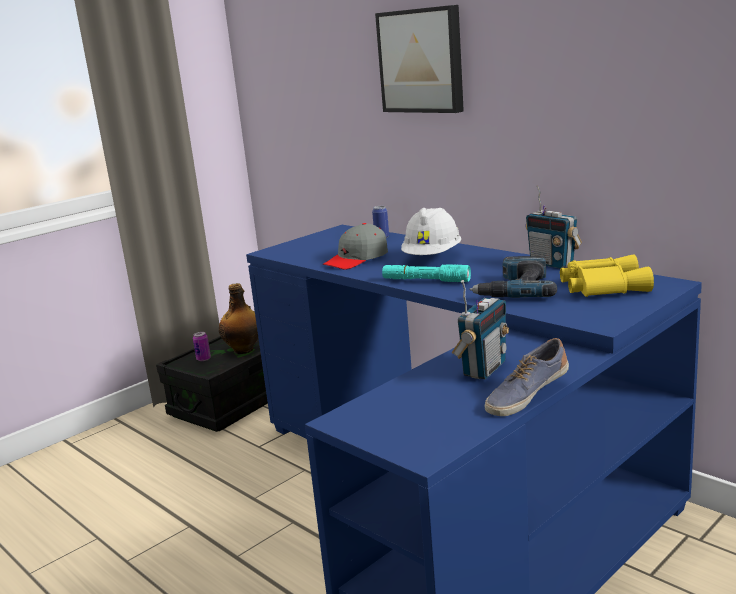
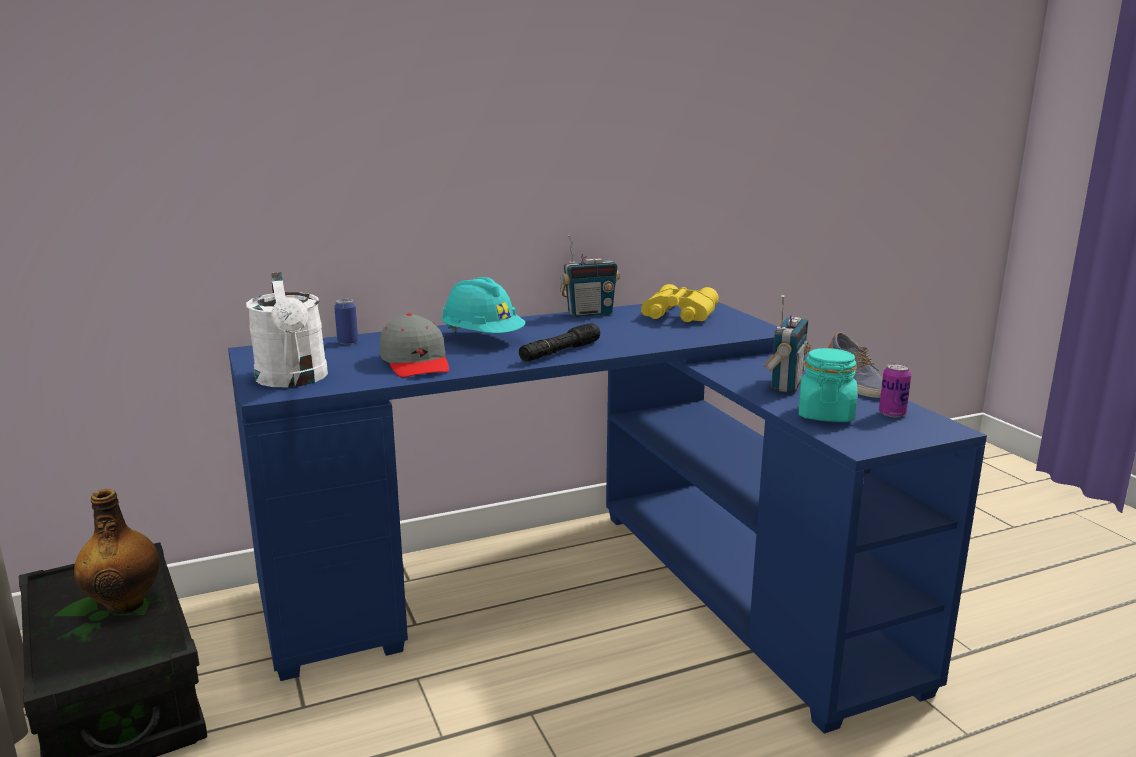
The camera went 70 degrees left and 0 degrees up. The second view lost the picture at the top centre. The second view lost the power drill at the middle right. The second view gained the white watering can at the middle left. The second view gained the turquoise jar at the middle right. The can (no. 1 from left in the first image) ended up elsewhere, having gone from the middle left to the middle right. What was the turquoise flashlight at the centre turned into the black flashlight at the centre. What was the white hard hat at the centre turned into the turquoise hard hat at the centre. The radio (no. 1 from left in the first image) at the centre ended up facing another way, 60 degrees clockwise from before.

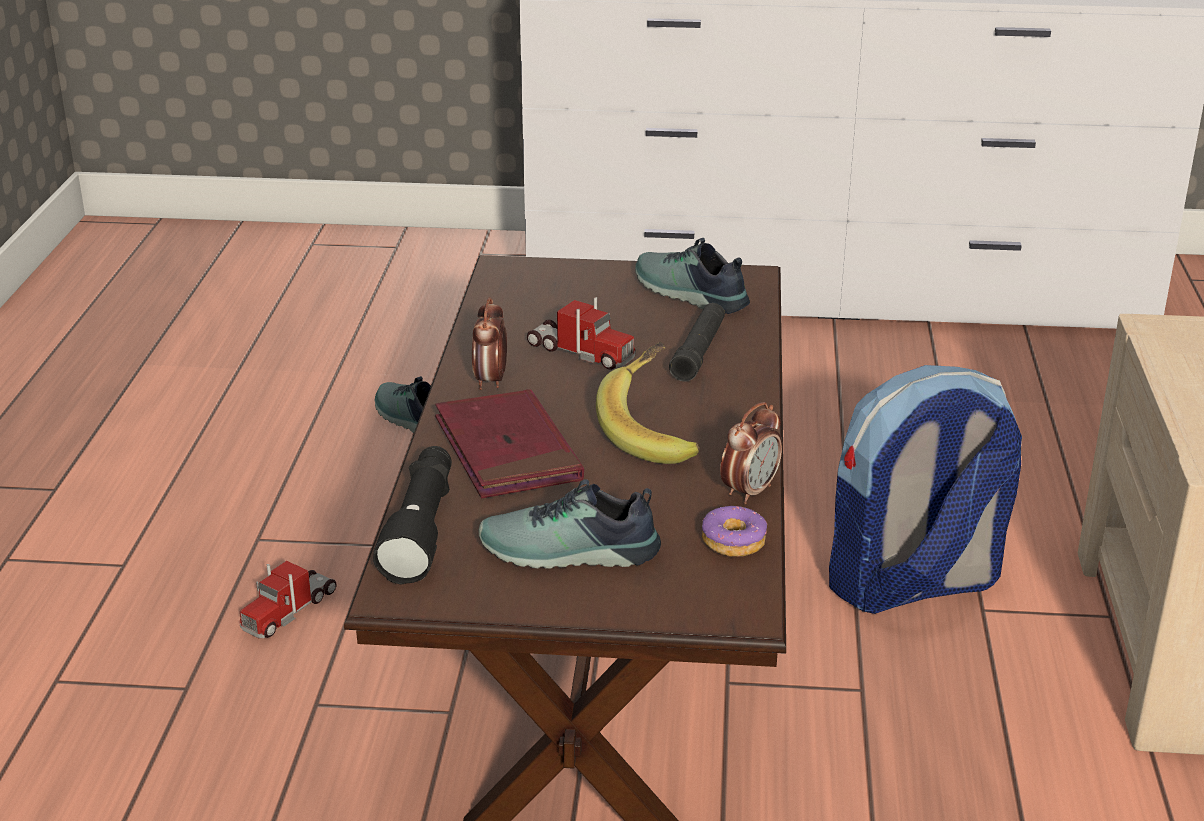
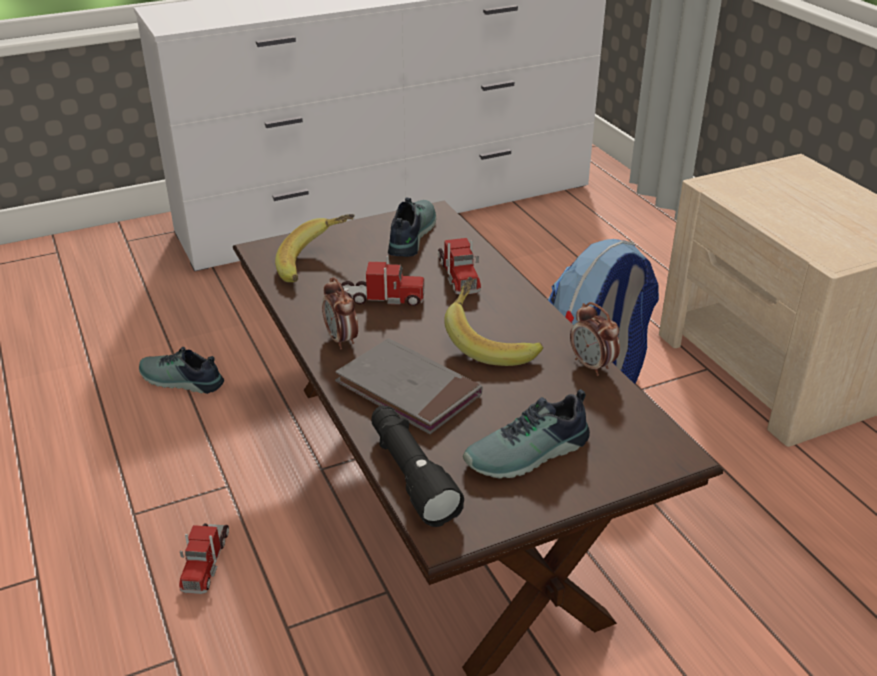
The camera went 30 degrees left and 5 degrees up. The second view lost the donut at the centre. The second view gained the banana (no. 1 from left) at the centre. Where the black flashlight (no. 2 from left) stood at the centre, the toy truck (no. 3 from left) came to stand at the centre. What was the red book at the centre turned into the grey book at the centre. The shoe (no. 3 from left in the first image) at the centre ended up facing another way, 90 degrees clockwise from before. The alarm clock (no. 2 from left) at the centre ended up facing another way, 135 degrees clockwise from before.

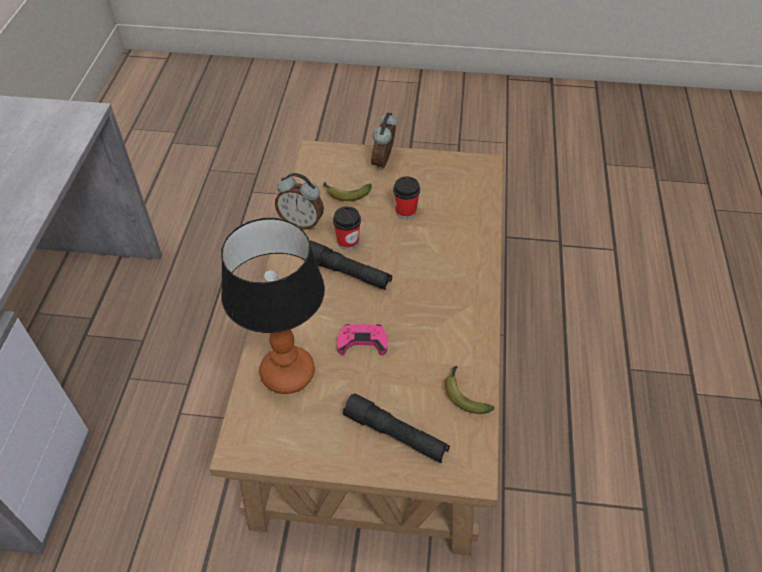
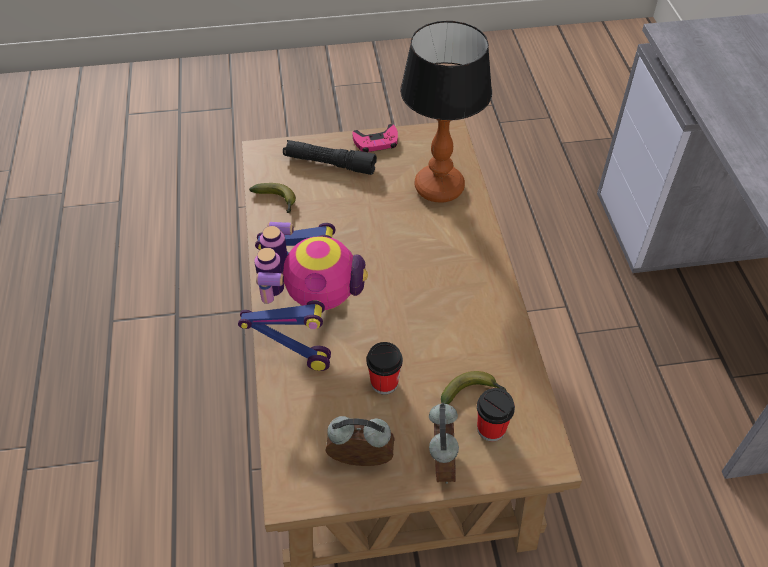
The camera went 165 degrees right and 0 degrees up. The second view lost the black flashlight (no. 1 from left) at the centre. The second view gained the toy robot at the centre. The alarm clock (no. 1 from left) ended up elsewhere, having gone from the centre to the bottom centre. The cup (no. 1 from left in the first image) ended up elsewhere, having gone from the centre to the bottom centre. The pink game controller ended up elsewhere, having gone from the centre to the top centre.

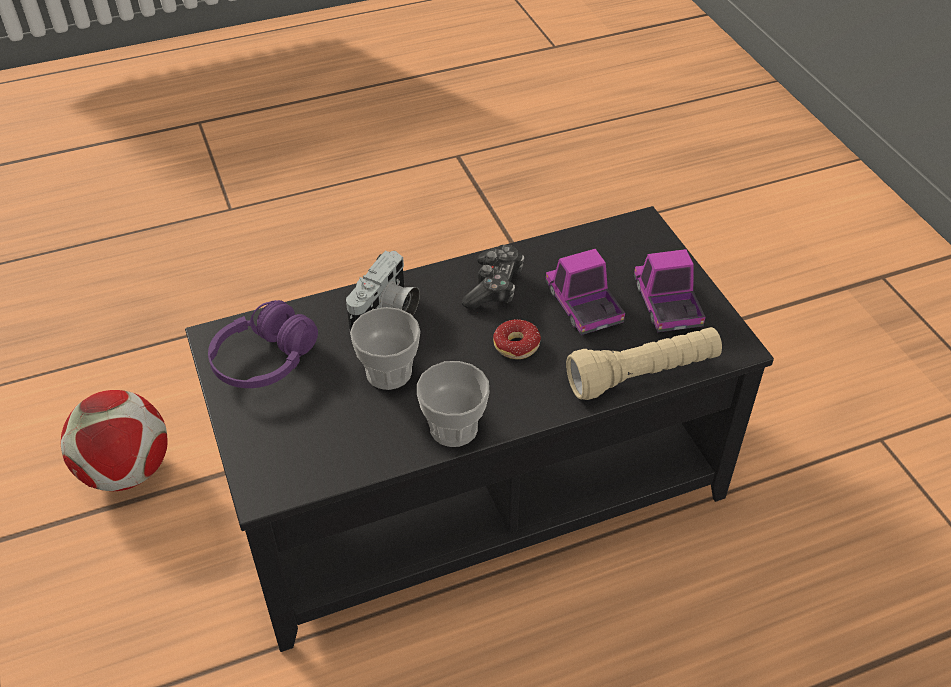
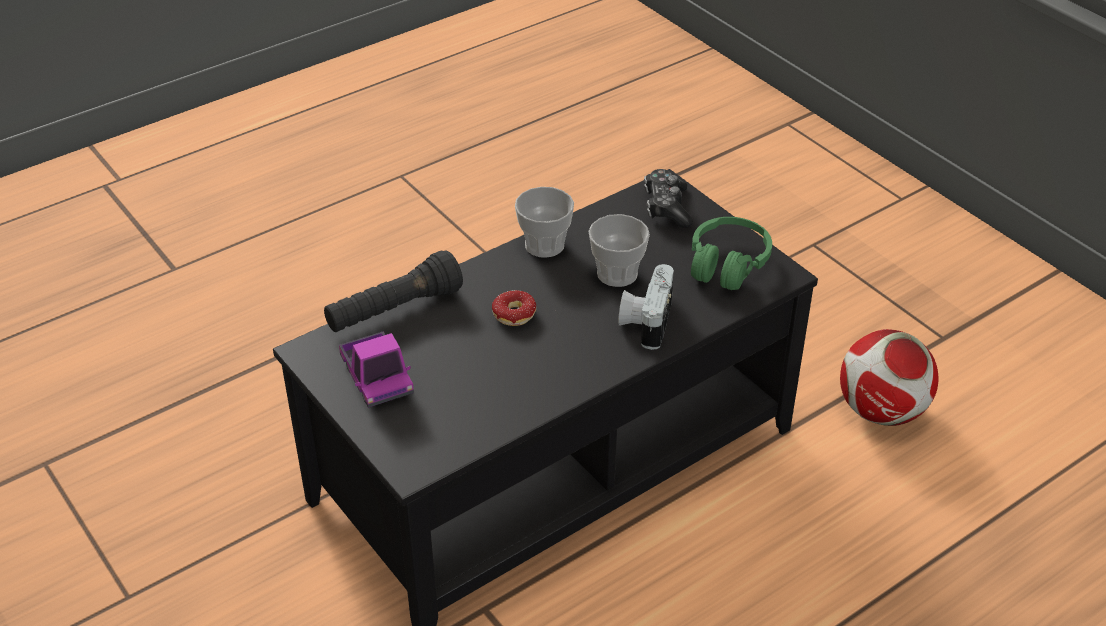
The camera went 165 degrees right and 5 degrees down. The second view lost the toy truck (no. 1 from left) at the centre. The game controller ended up elsewhere, having gone from the centre to the top centre. What was the purple headphones at the middle left turned into the green headphones at the centre. What was the beige flashlight at the middle right turned into the black flashlight at the centre.

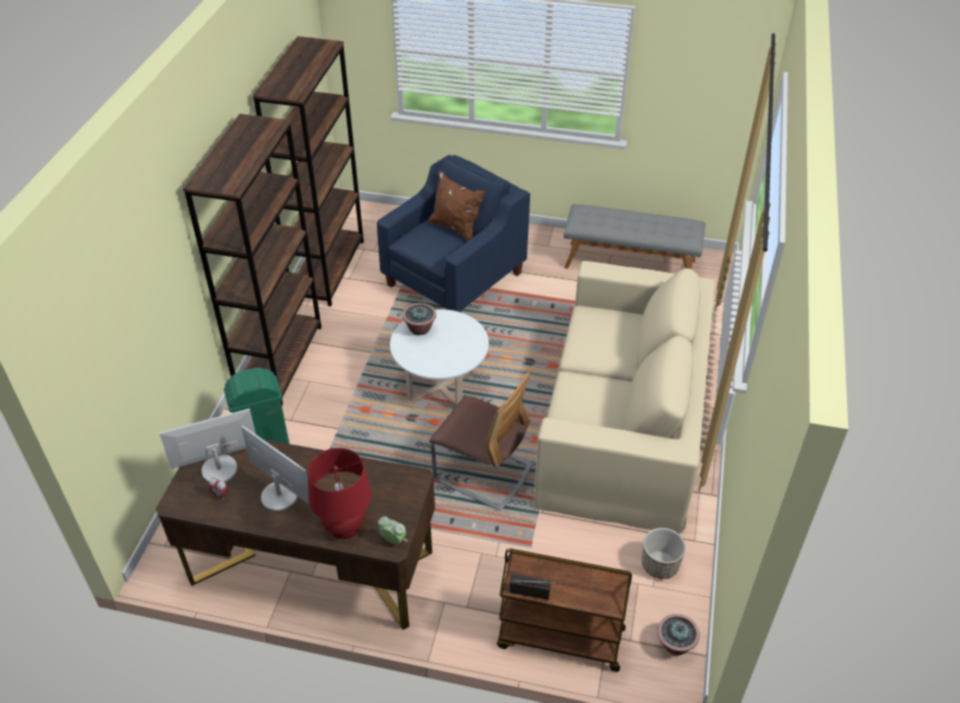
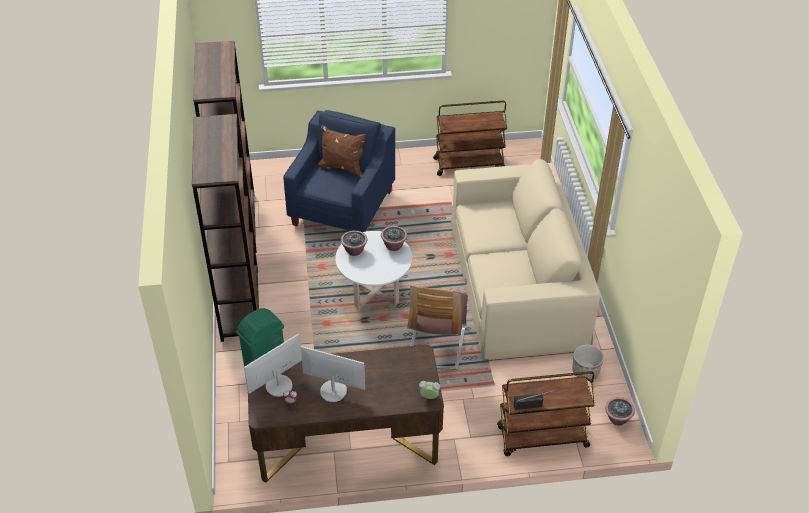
The camera went 20 degrees left and 0 degrees up. The second view lost the red table lamp at the bottom centre. The second view gained the potted plant (no. 2 from left) at the centre. Where the grey bench stood at the centre, the brown cart (no. 1 from left) came to stand at the top centre. The chair at the centre ended up facing another way, 90 degrees clockwise from before.

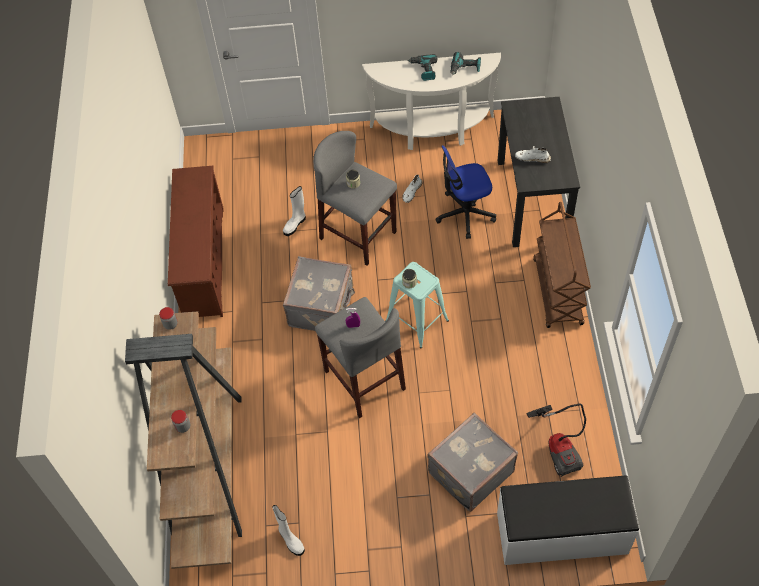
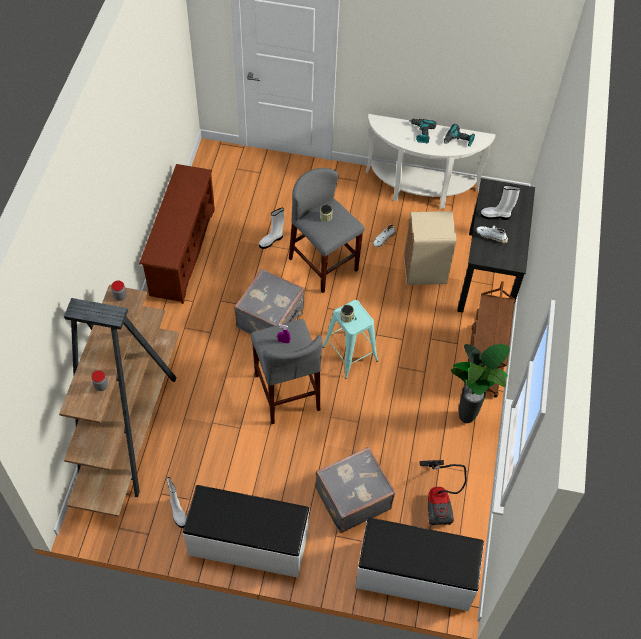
The camera went 10 degrees right and 0 degrees up. The second view gained the white bench (no. 1 from left) at the bottom centre. The second view gained the potted plant at the middle right. The second view gained the white boot (no. 3 from left) at the top right. Where the office chair stood at the top centre, the beige trash can came to stand at the middle right.

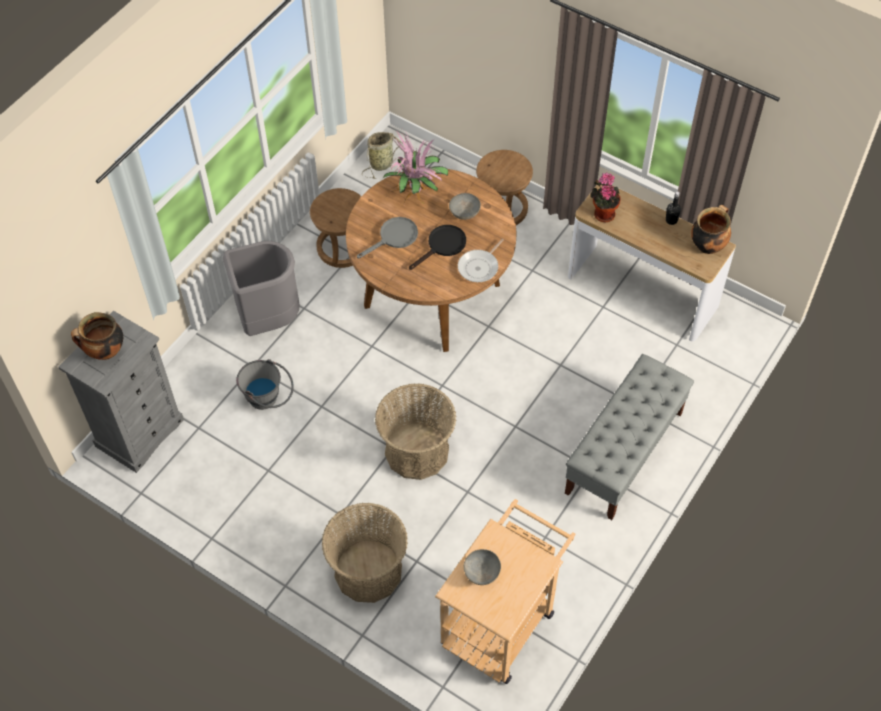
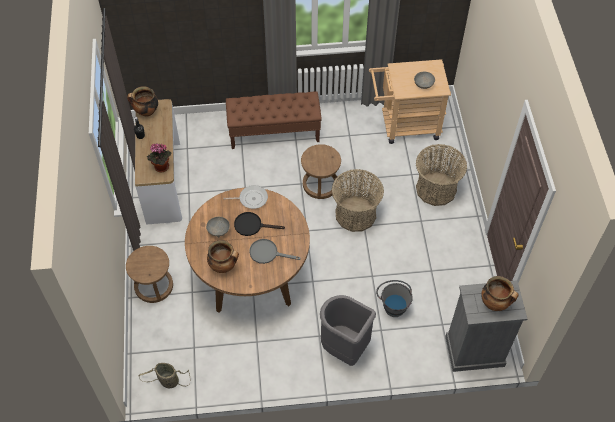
The camera went 130 degrees left and 0 degrees up. The brown stool (no. 1 from left in the first image) ended up elsewhere, having gone from the top centre to the centre. Where the potted plant (no. 1 from left) stood at the top centre, the cooking pot (no. 2 from left) came to stand at the centre. What was the grey bench at the middle right turned into the brown bench at the top centre.

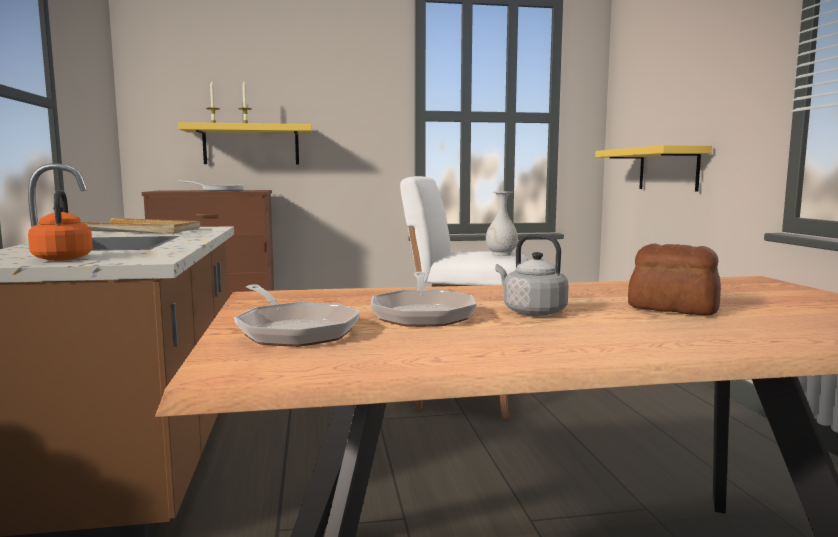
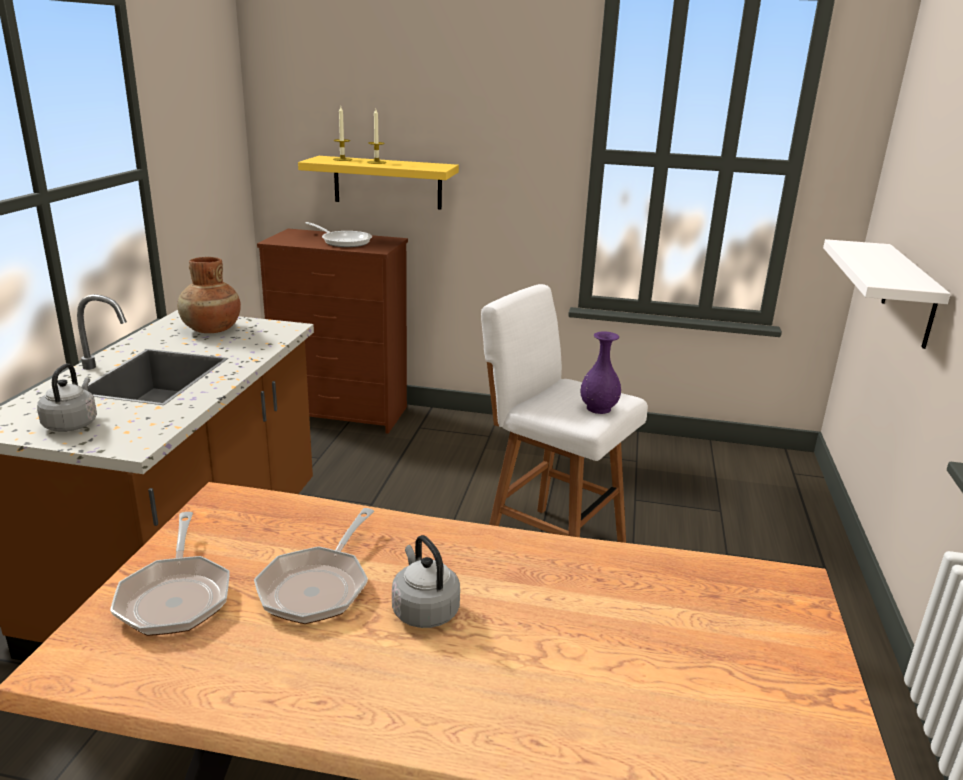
The camera went 20 degrees right and 15 degrees up. The second view lost the bread at the middle right. Where the beige tray stood at the middle left, the brown vase came to stand at the middle left. What was the orange kettle at the middle left turned into the grey kettle (no. 1 from left) at the middle left. What was the white vase at the centre turned into the purple vase at the centre. What was the yellow shelf (no. 2 from left) at the top right turned into the white shelf at the middle right.

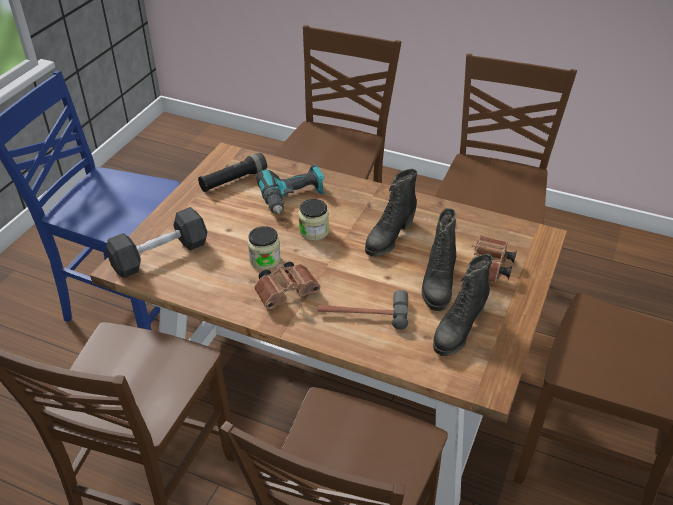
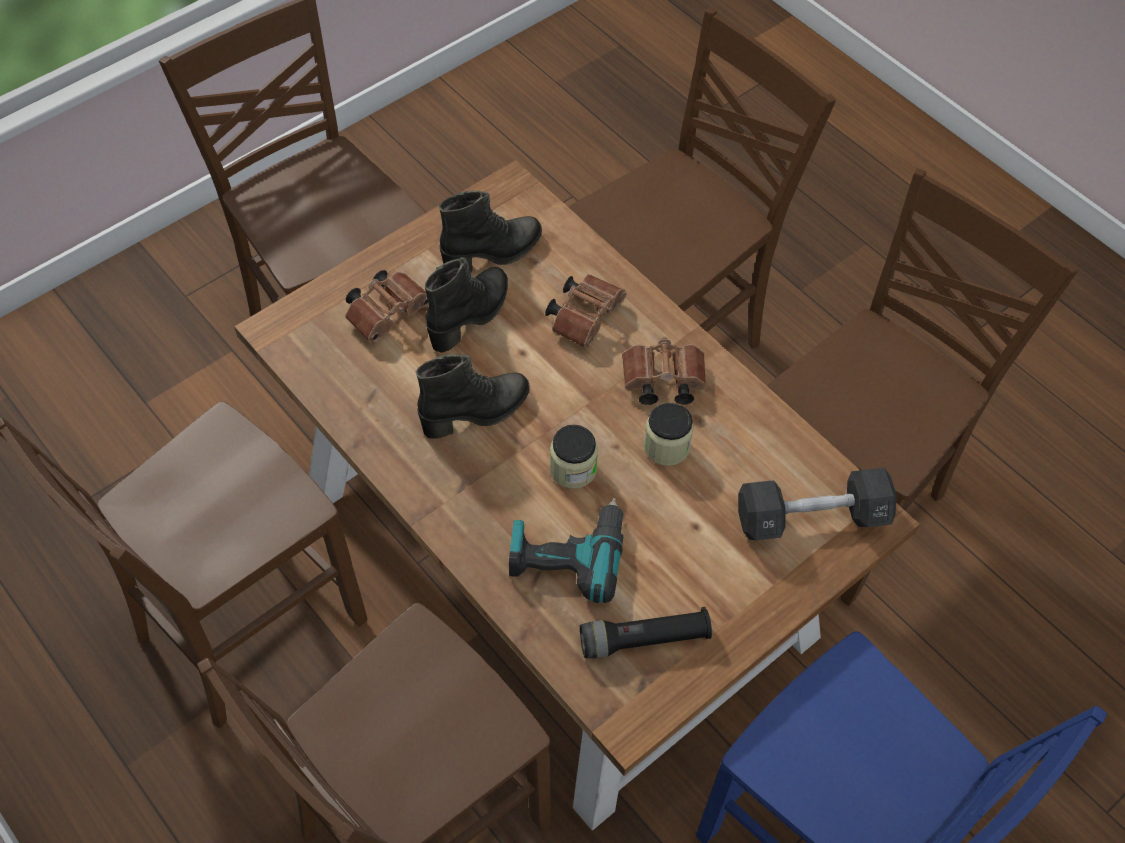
The camera went 155 degrees left and 15 degrees up. Where the hammer stood at the centre, the brown binoculars (no. 2 from left) came to stand at the centre.

